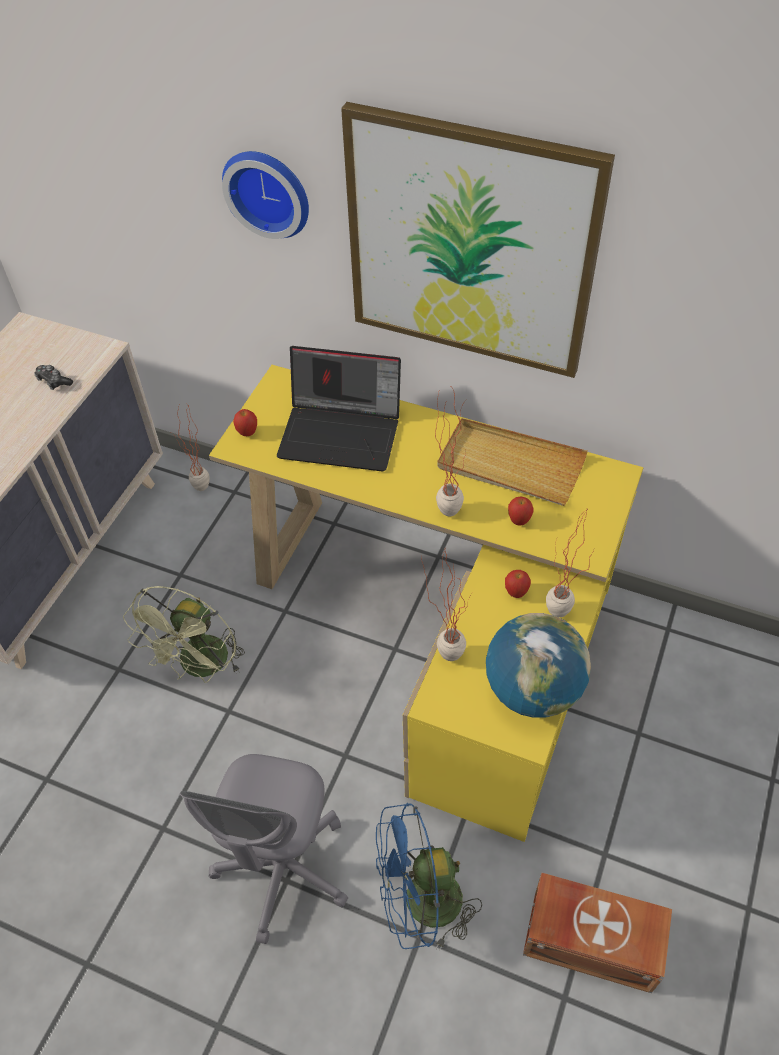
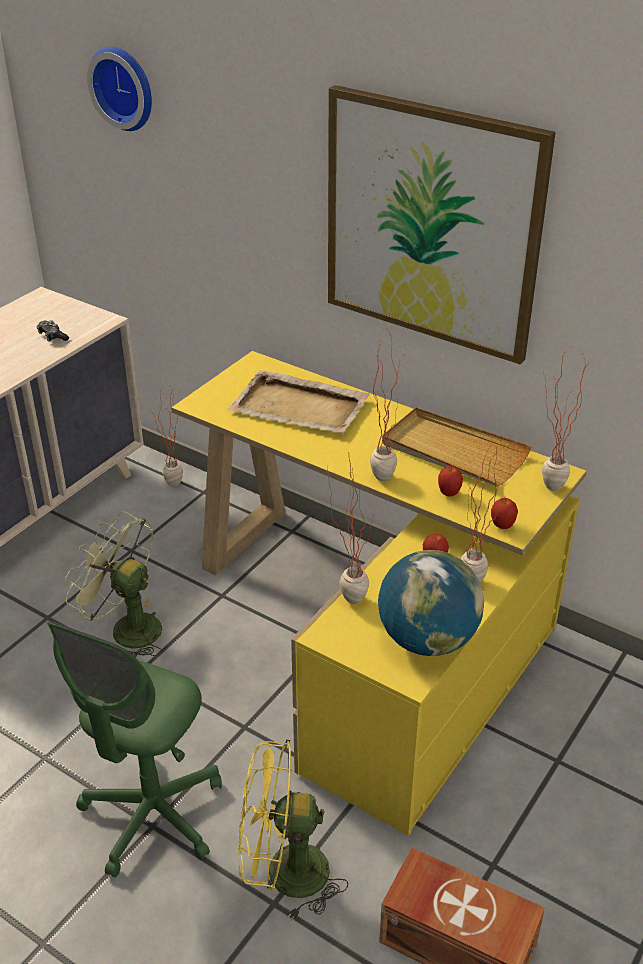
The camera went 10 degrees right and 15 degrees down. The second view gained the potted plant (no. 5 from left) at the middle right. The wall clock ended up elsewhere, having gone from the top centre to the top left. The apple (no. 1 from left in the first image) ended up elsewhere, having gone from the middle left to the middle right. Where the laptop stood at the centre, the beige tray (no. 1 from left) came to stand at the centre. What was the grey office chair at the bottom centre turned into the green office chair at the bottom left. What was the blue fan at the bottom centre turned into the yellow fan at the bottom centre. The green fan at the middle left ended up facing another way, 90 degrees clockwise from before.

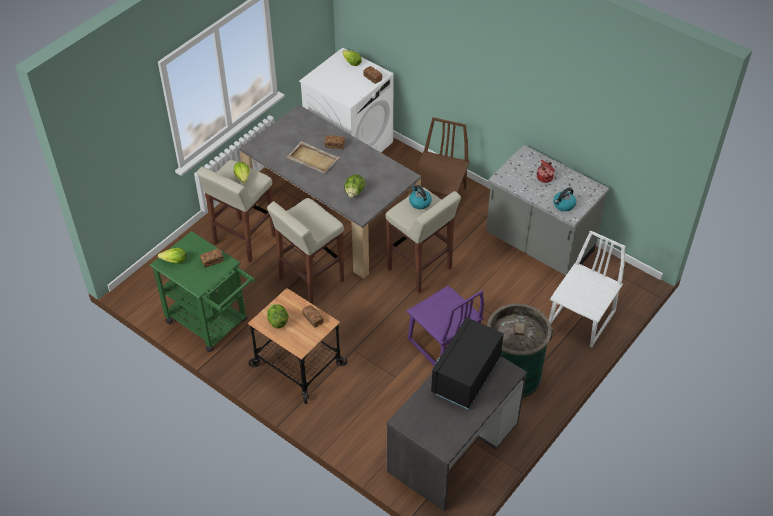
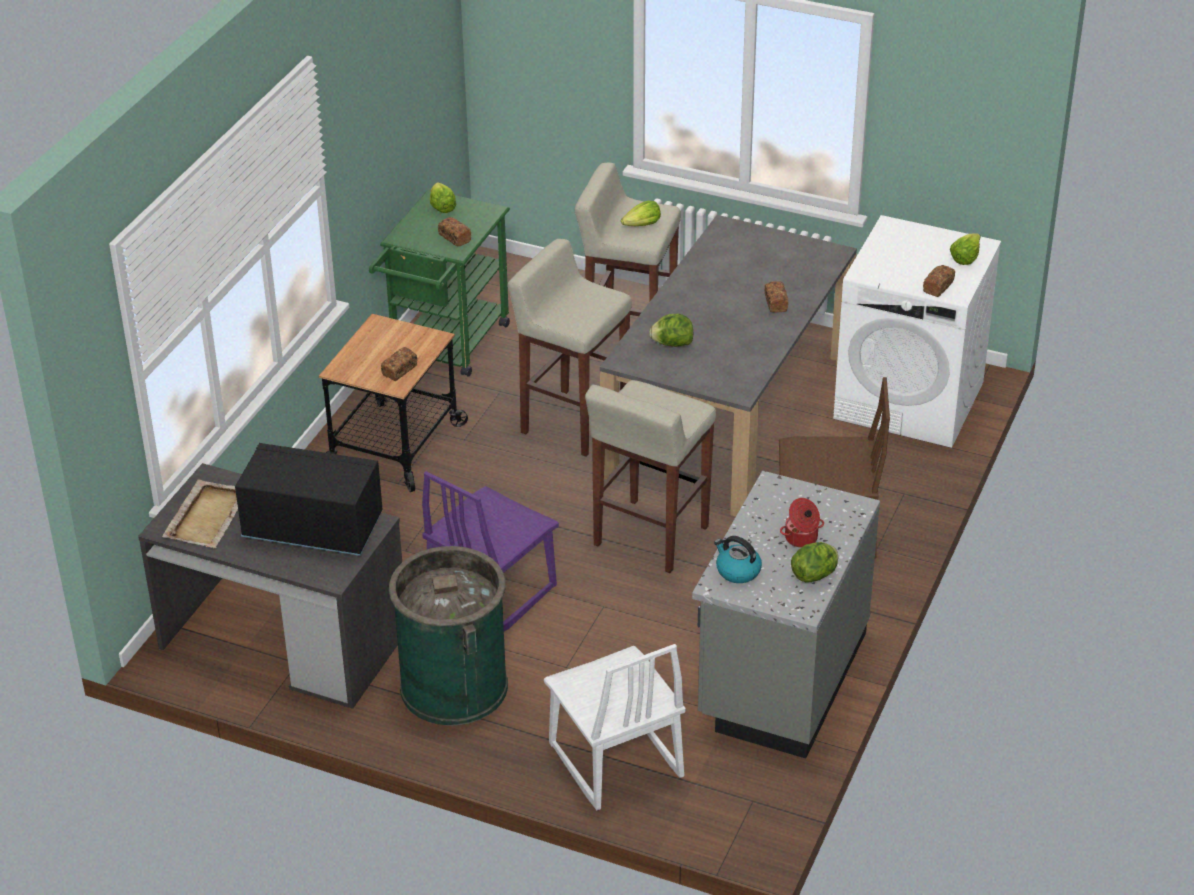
The camera went 75 degrees right and 10 degrees down. The second view lost the kettle (no. 1 from left) at the centre. The lettuce (no. 3 from left in the first image) ended up elsewhere, having gone from the centre to the middle right. The beige tray ended up elsewhere, having gone from the top centre to the middle left. The white chair at the middle right ended up facing another way, 45 degrees clockwise from before.

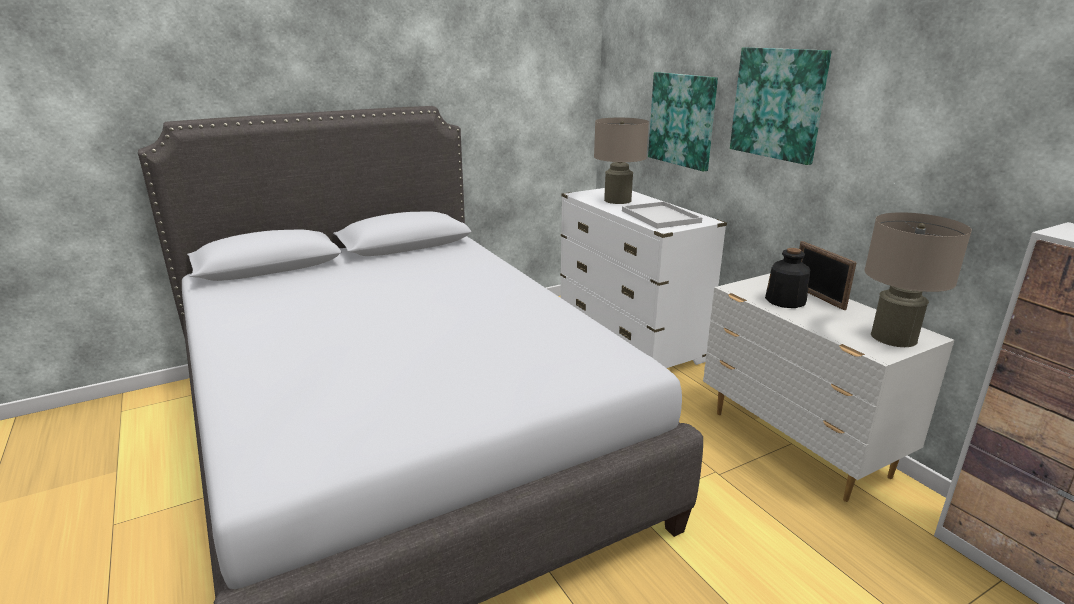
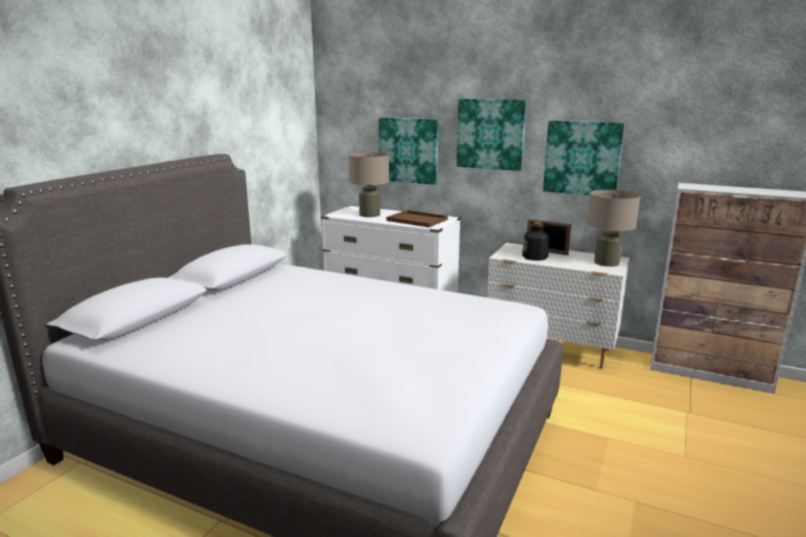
The camera went 35 degrees left and 5 degrees down. The second view gained the picture (no. 3 from left) at the top right. What was the white tray at the centre turned into the brown tray at the centre.

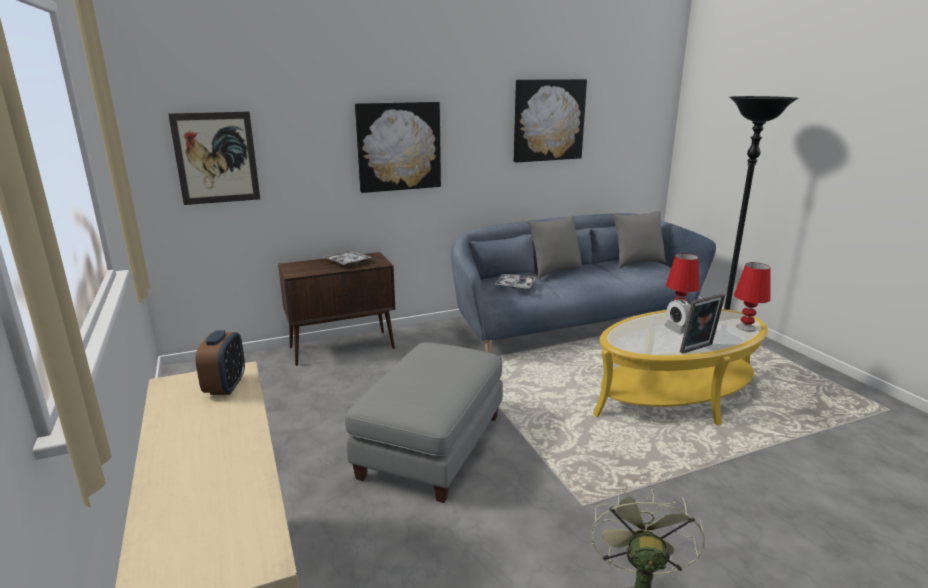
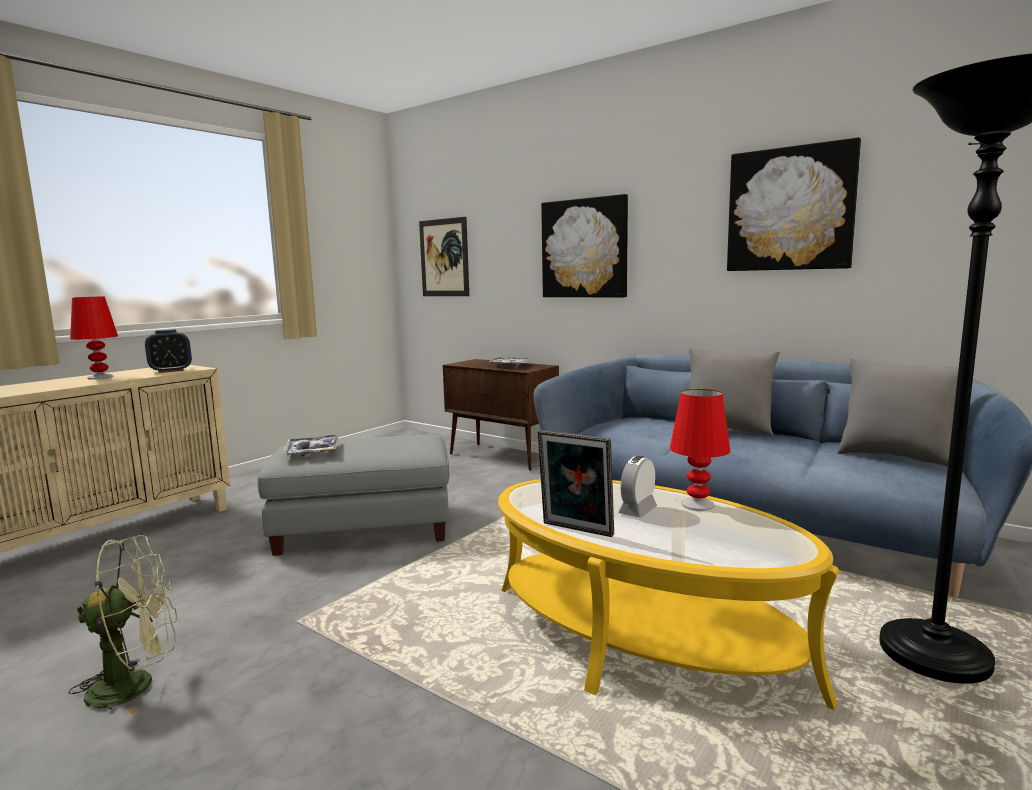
The camera went 60 degrees right and 10 degrees down. The tray (no. 2 from left in the first image) ended up elsewhere, having gone from the centre to the middle left. The red table lamp (no. 2 from left in the first image) ended up elsewhere, having gone from the middle right to the middle left.

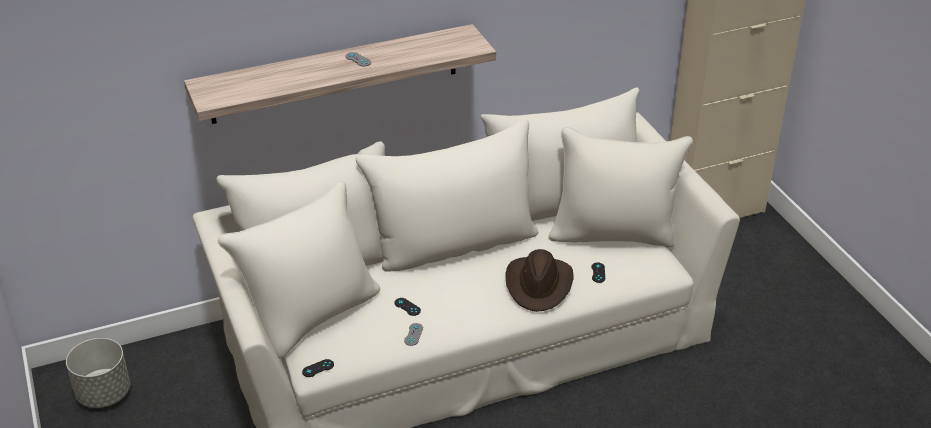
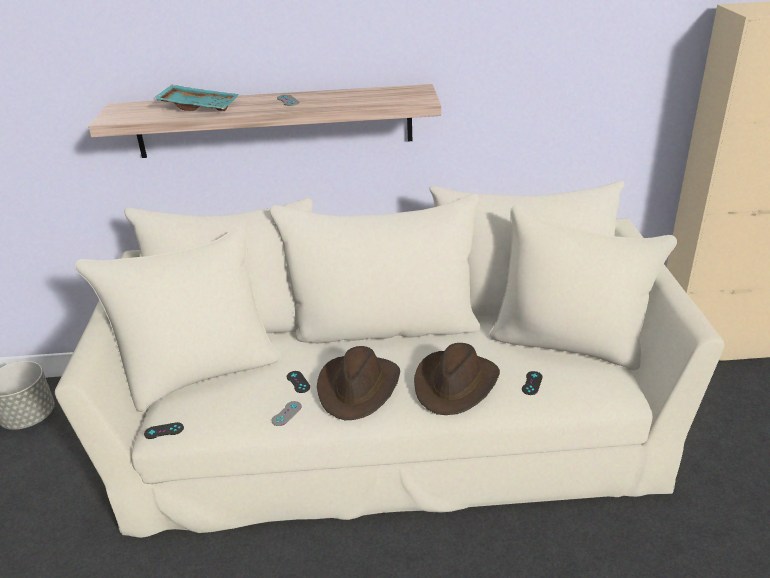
The camera went 20 degrees right and 5 degrees down. The second view gained the turquoise tray at the top left. The second view gained the brown hat (no. 1 from left) at the centre.

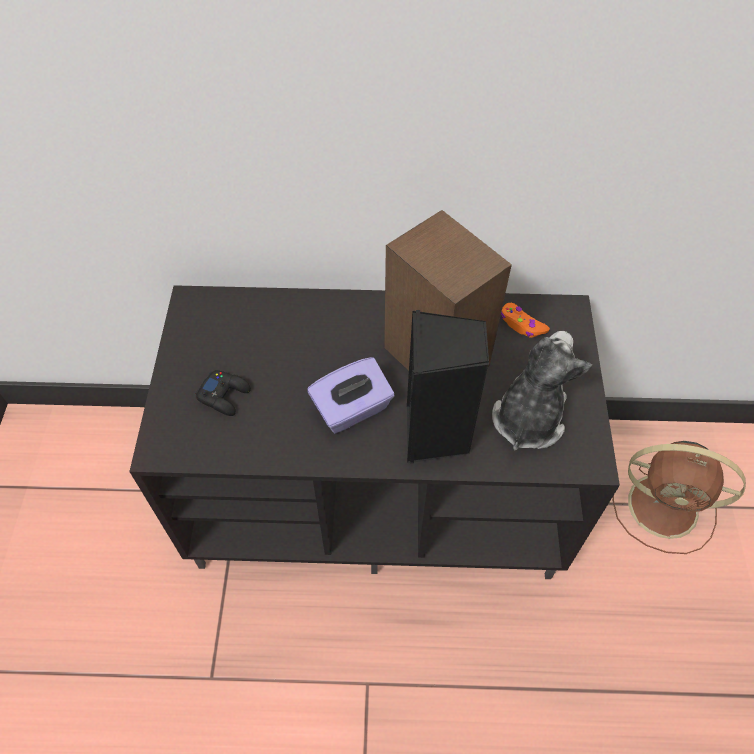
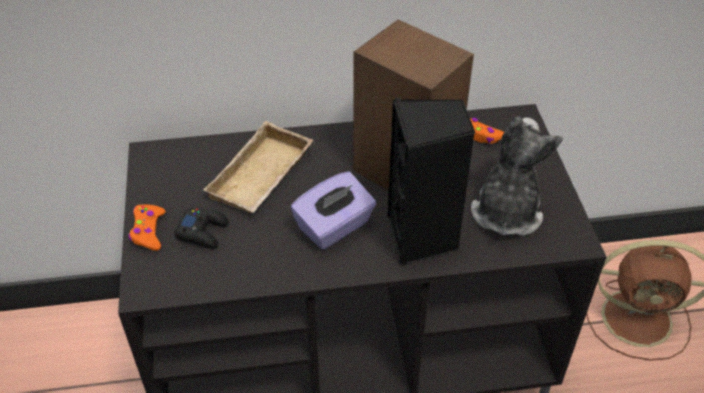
The camera went 10 degrees left and 10 degrees down. The second view gained the orange game controller (no. 1 from left) at the middle left. The second view gained the beige tray at the centre.

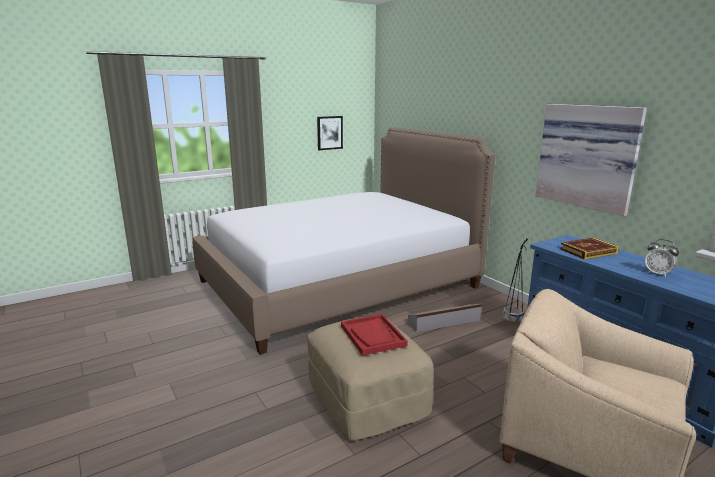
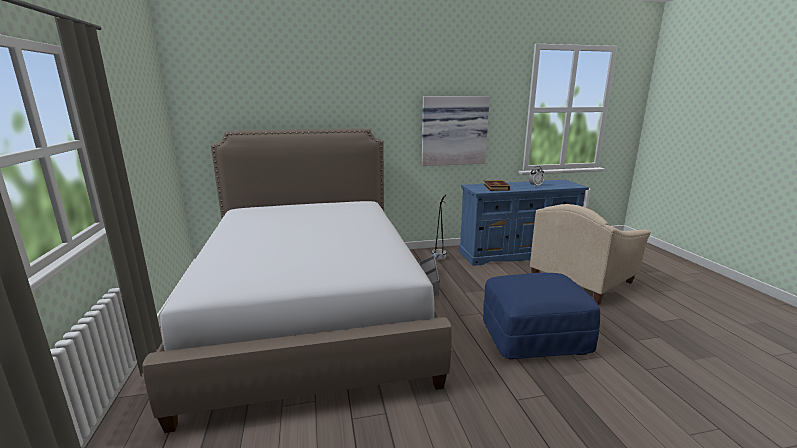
The camera went 70 degrees left and 0 degrees up. The second view lost the picture (no. 1 from left) at the top centre. The second view lost the red tray at the bottom centre. What was the beige ottoman at the bottom centre turned into the blue ottoman at the bottom right.

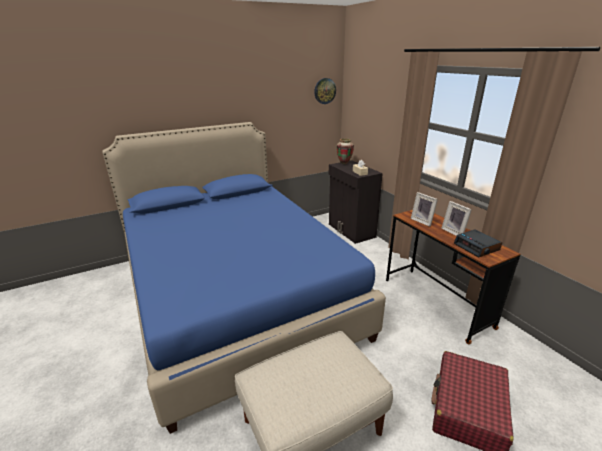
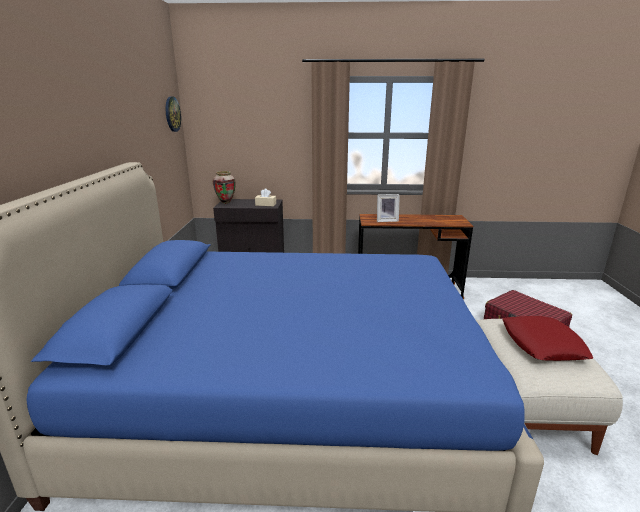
The camera went 60 degrees left and 5 degrees down. The second view lost the picture frame (no. 2 from left) at the middle right. The second view lost the alarm clock at the middle right. The second view gained the red pillow at the middle right.

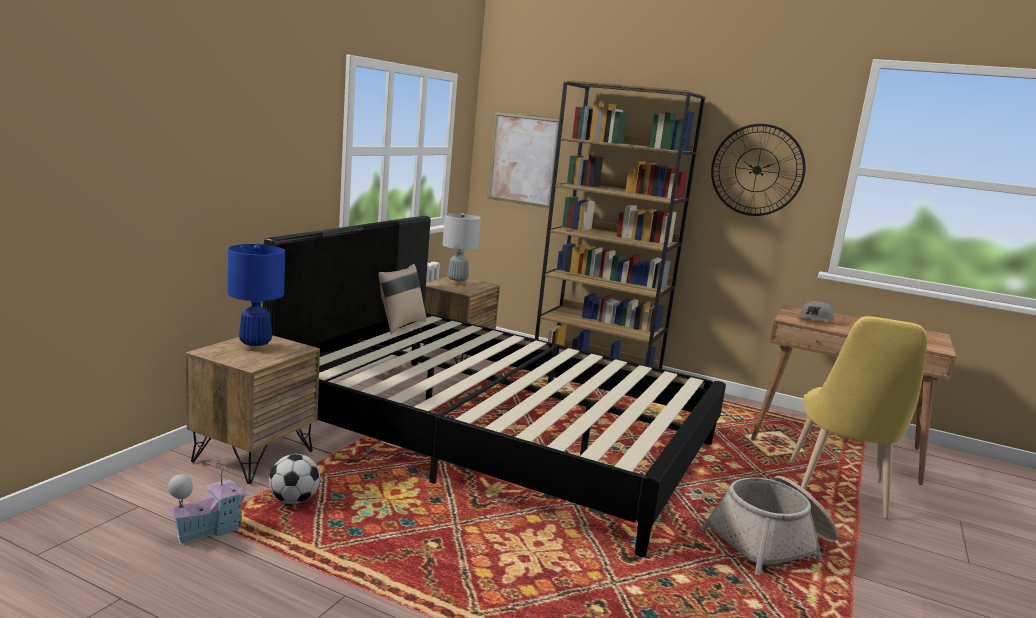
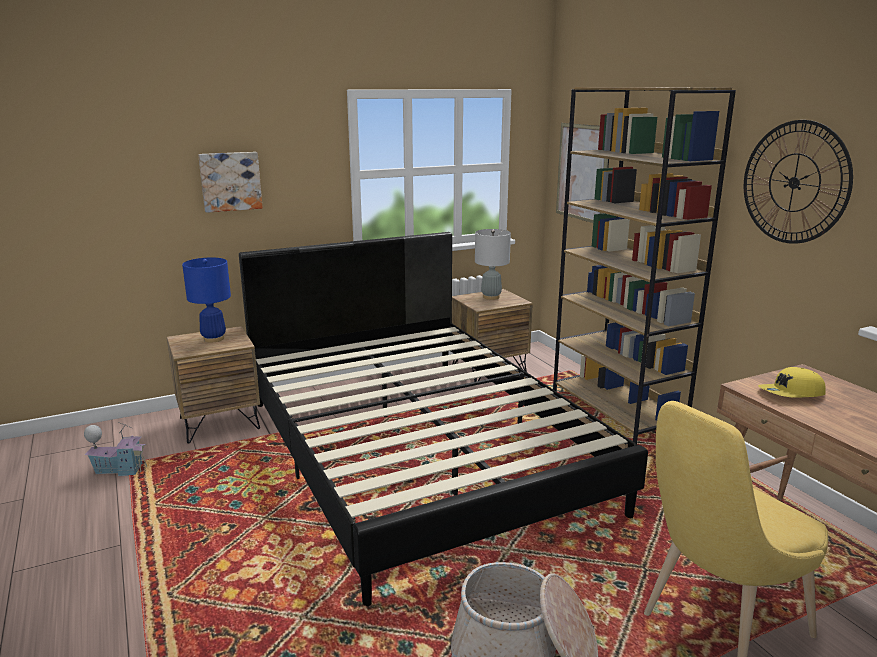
The camera went 40 degrees right and 5 degrees up. The second view lost the football at the bottom left. The second view lost the beige pillow at the centre. The second view gained the picture (no. 1 from left) at the top left. What was the grey cap at the middle right turned into the yellow cap at the middle right.

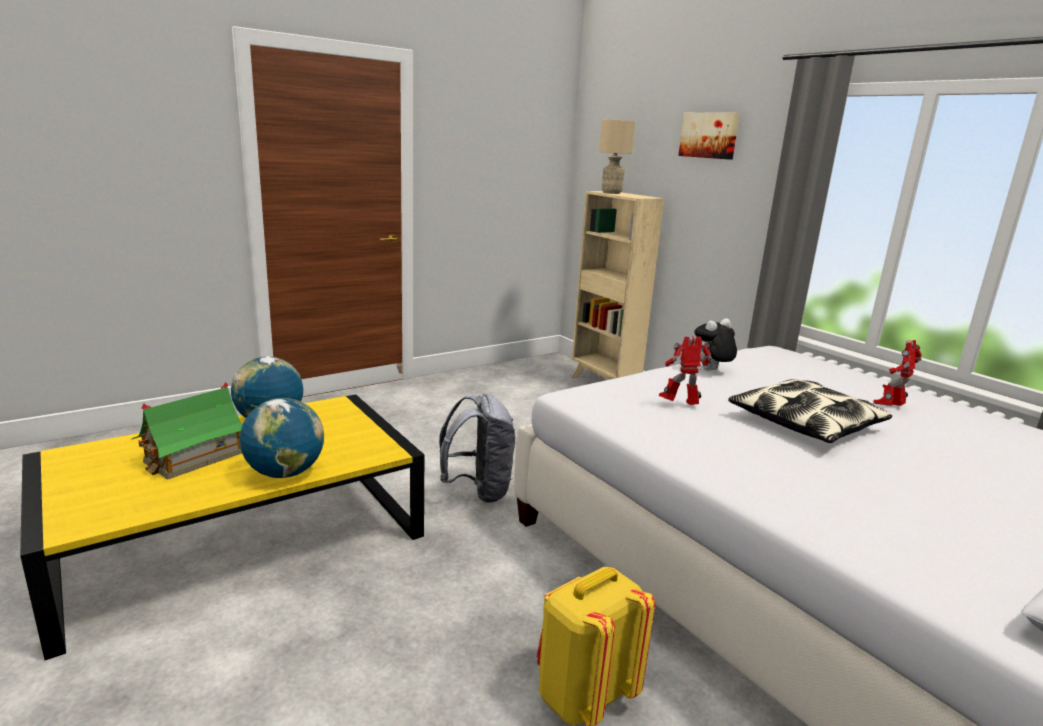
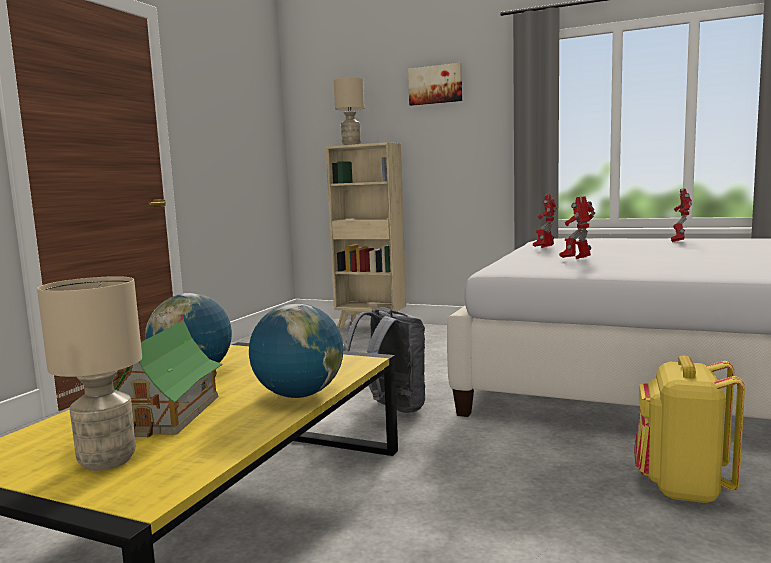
The camera went 30 degrees left and 10 degrees down. The second view lost the pillow at the middle right. The second view gained the beige table lamp (no. 1 from left) at the middle left. Where the plush toy stood at the middle right, the toy robot (no. 1 from left) came to stand at the middle right.

